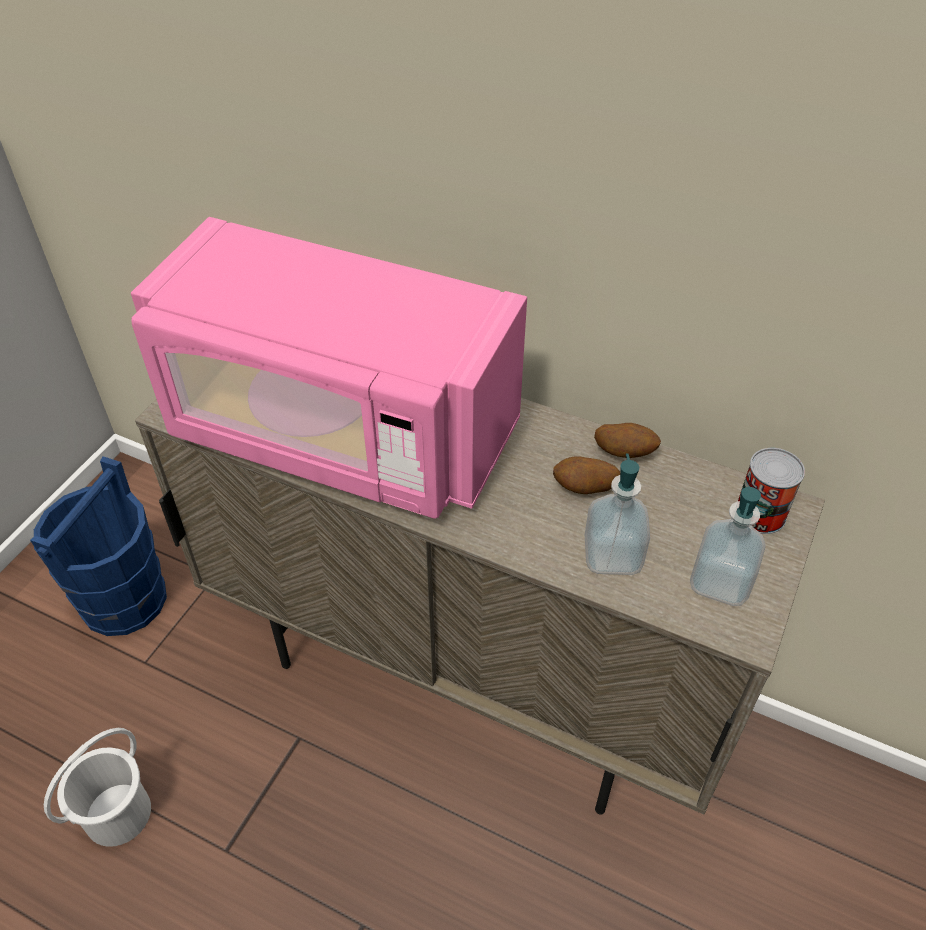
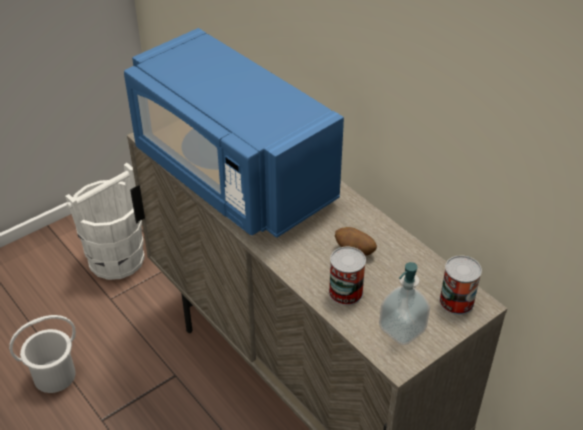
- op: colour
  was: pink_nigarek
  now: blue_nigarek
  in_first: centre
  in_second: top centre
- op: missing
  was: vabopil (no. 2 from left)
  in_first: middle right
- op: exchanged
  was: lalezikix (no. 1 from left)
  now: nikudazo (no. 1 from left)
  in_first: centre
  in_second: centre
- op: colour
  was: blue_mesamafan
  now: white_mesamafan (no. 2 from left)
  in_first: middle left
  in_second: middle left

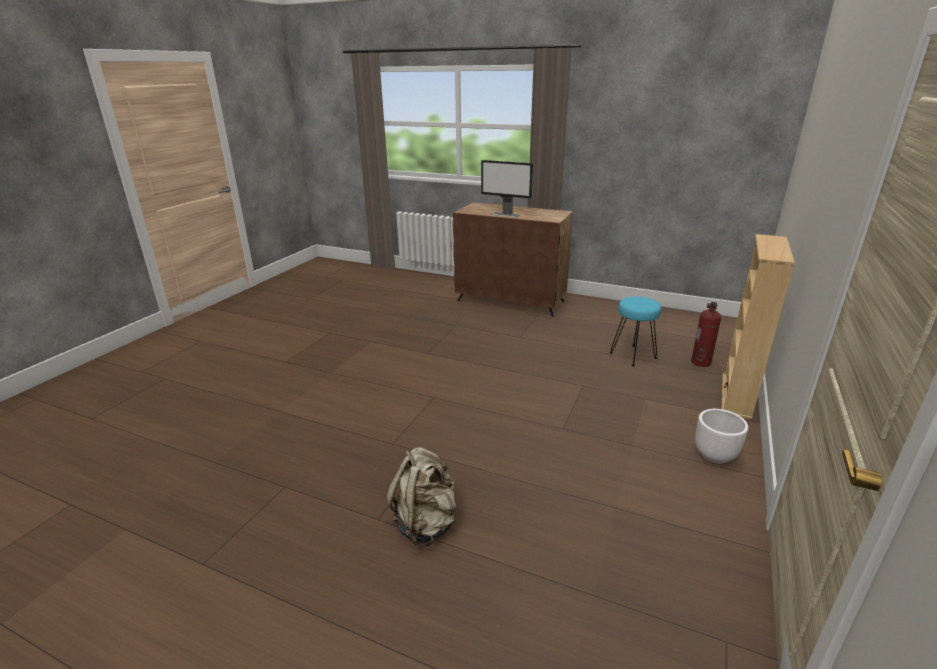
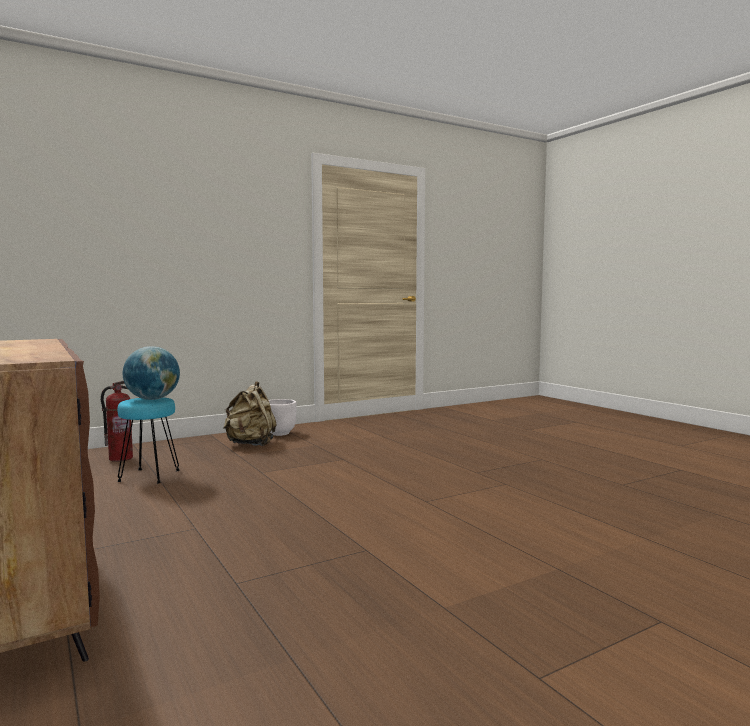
- op: missing
  was: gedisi
  in_first: top centre
- op: missing
  was: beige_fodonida
  in_first: middle right
- op: relocated
  was: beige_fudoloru
  in_first: bottom centre
  in_second: centre
- op: appeared
  now: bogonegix
  in_second: middle left

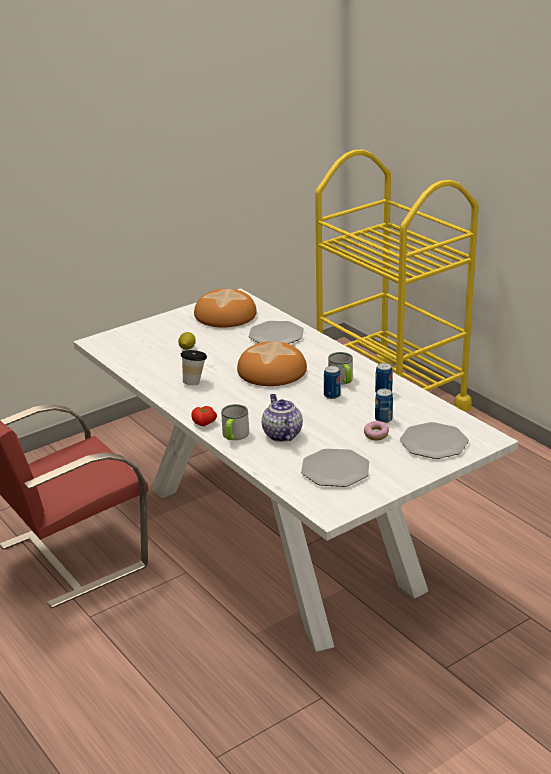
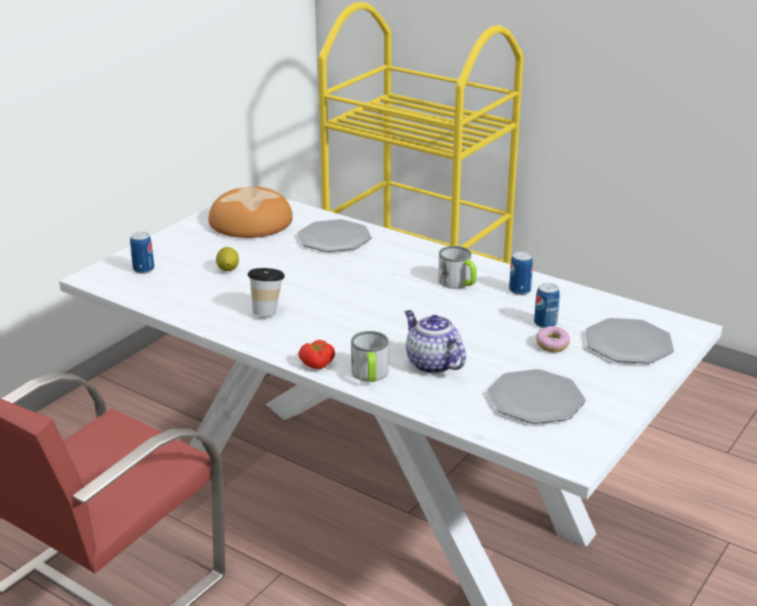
- op: missing
  was: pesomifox (no. 2 from left)
  in_first: centre
- op: relocated
  was: nikudazo (no. 1 from left)
  in_first: centre
  in_second: middle left

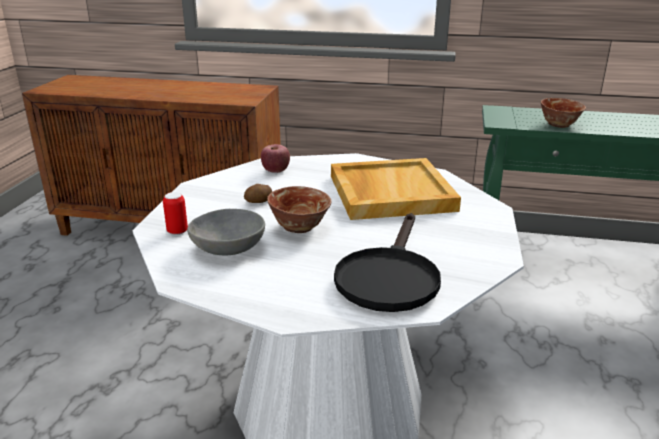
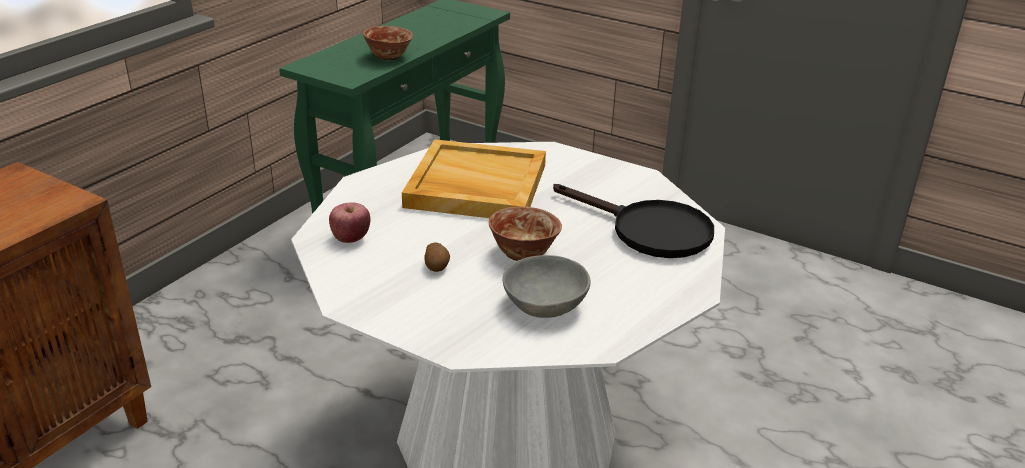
- op: missing
  was: nikudazo
  in_first: middle left

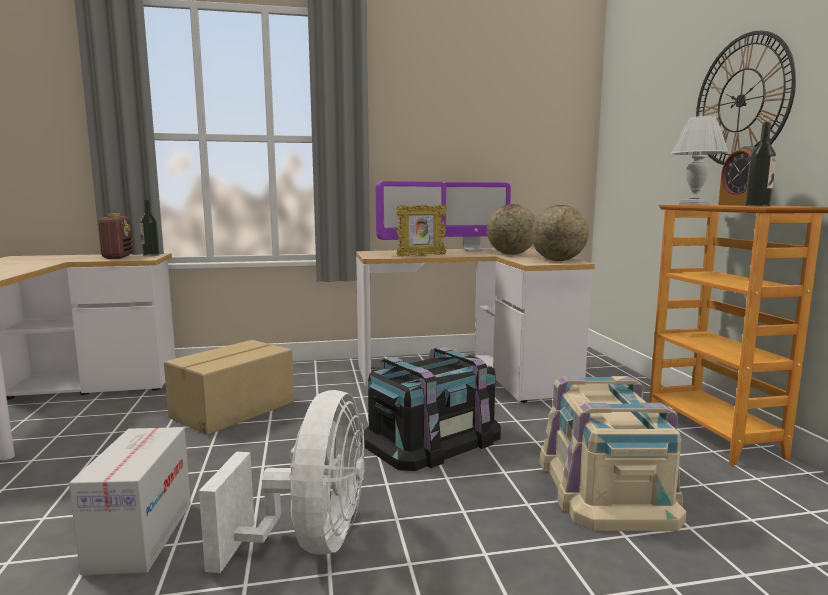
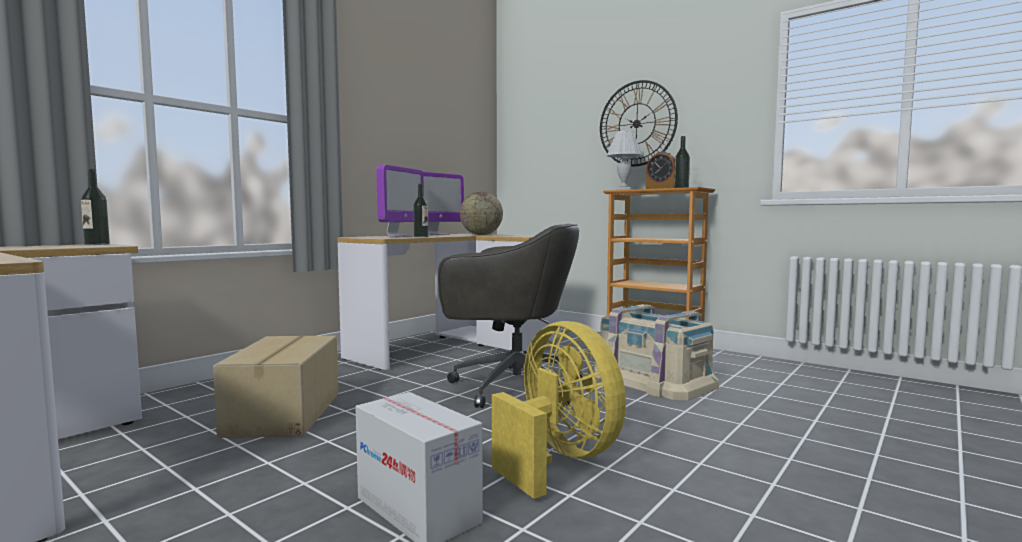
- op: exchanged
  was: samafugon
  now: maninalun (no. 2 from left)
  in_first: centre
  in_second: centre
- op: missing
  was: bogonegix (no. 2 from left)
  in_first: middle right
- op: missing
  was: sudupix
  in_first: middle left
- op: exchanged
  was: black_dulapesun
  now: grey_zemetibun
  in_first: bottom centre
  in_second: centre
- op: colour
  was: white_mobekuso
  now: yellow_mobekuso
  in_first: bottom centre
  in_second: bottom centre

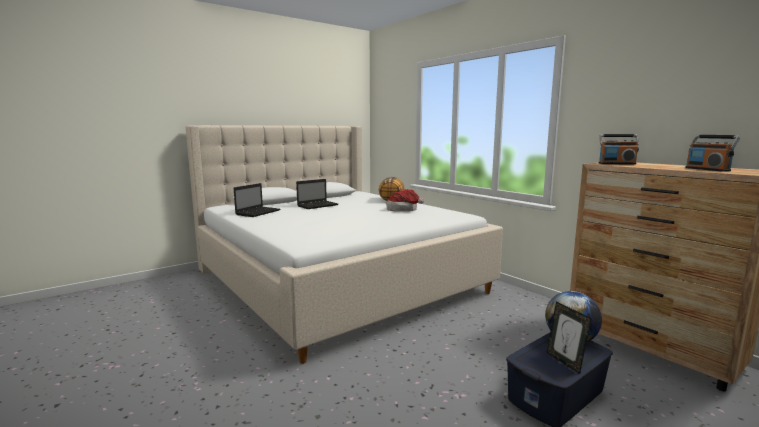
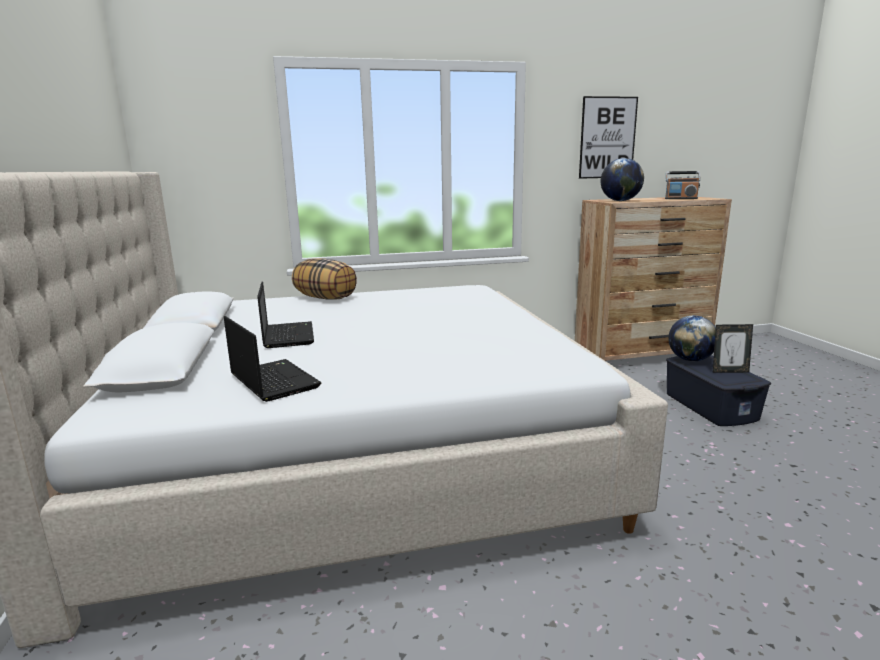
- op: exchanged
  was: sudupix (no. 1 from left)
  now: bogonegix (no. 1 from left)
  in_first: middle right
  in_second: top right
- op: missing
  was: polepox
  in_first: centre
- op: appeared
  now: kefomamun
  in_second: top right

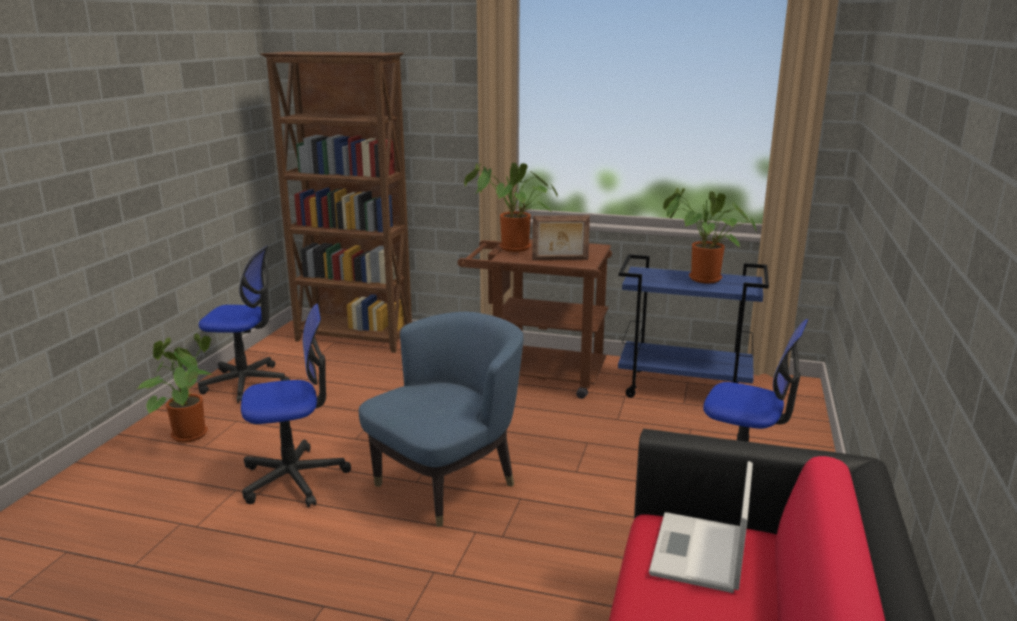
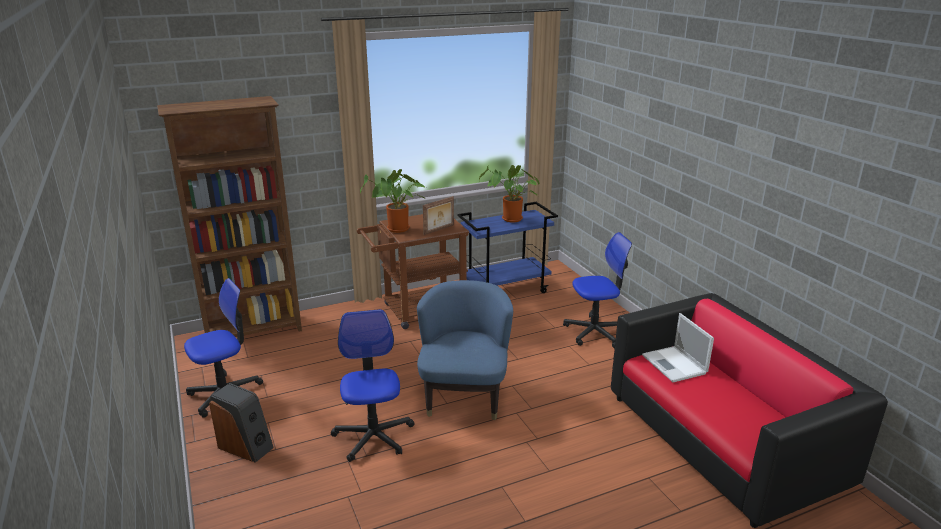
- op: spun
  was: zemetibun (no. 2 from left)
  in_first: middle left
  in_second: bottom centre
  clockwise: -45
- op: exchanged
  was: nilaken (no. 1 from left)
  now: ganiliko
  in_first: middle left
  in_second: bottom left

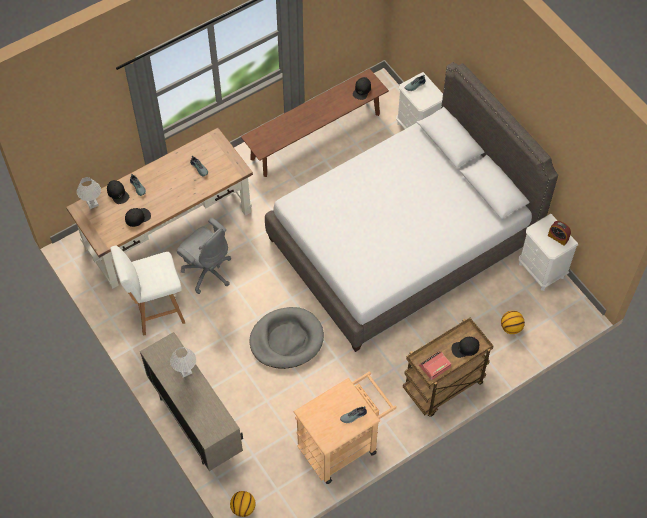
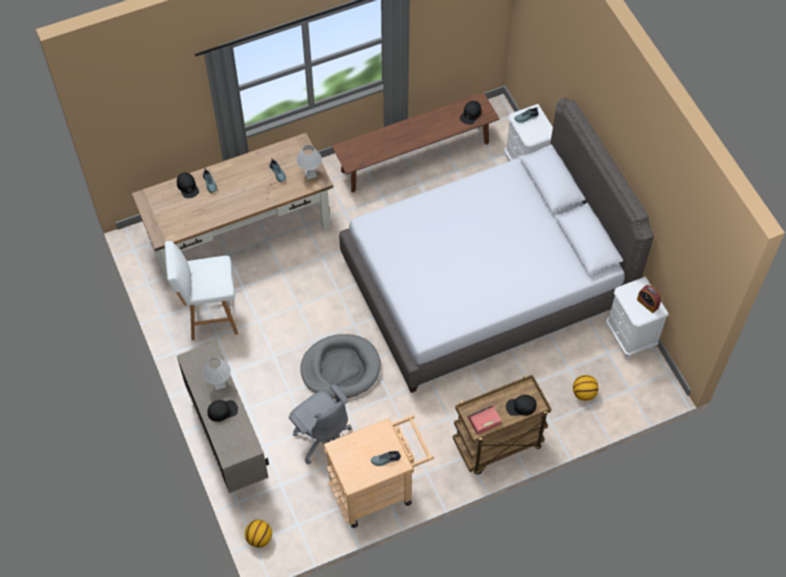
- op: relocated
  was: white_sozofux (no. 1 from left in the first image)
  now: white_sozofux (no. 2 from left)
  in_first: middle left
  in_second: top centre
- op: relocated
  was: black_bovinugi (no. 2 from left)
  in_first: middle left
  in_second: bottom left
- op: relocated
  was: grey_zemetibun
  in_first: middle left
  in_second: bottom centre

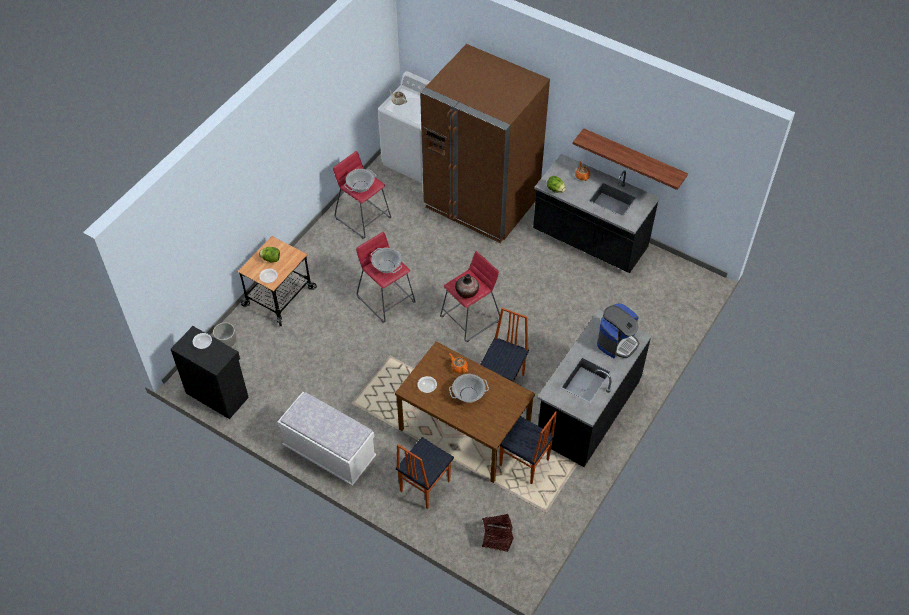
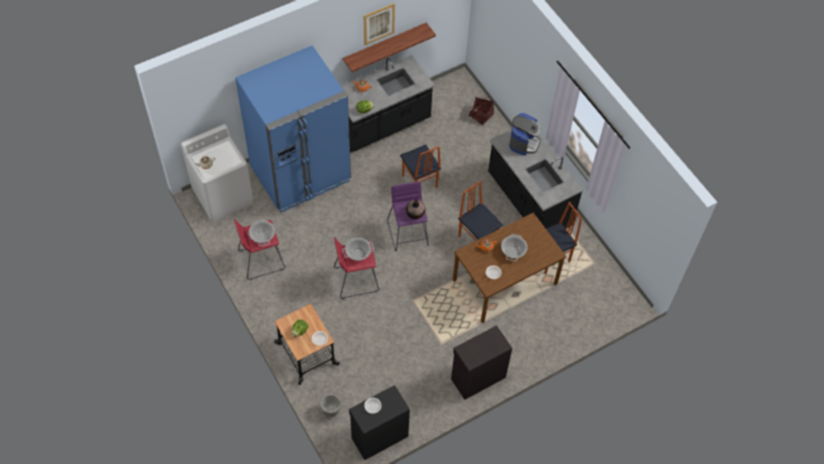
- op: colour
  was: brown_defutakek
  now: blue_defutakek
  in_first: top centre
  in_second: top centre
- op: colour
  was: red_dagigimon (no. 3 from left)
  now: purple_dagigimon
  in_first: centre
  in_second: centre
- op: spun
  was: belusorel
  in_first: middle right
  in_second: top centre
  clockwise: 45
- op: exchanged
  was: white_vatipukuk
  now: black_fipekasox (no. 2 from left)
  in_first: bottom centre
  in_second: bottom centre
- op: relocated
  was: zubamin (no. 1 from left)
  in_first: bottom centre
  in_second: centre
- op: relocated
  was: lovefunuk
  in_first: bottom centre
  in_second: top centre
- op: appeared
  now: kefomamun
  in_second: top centre

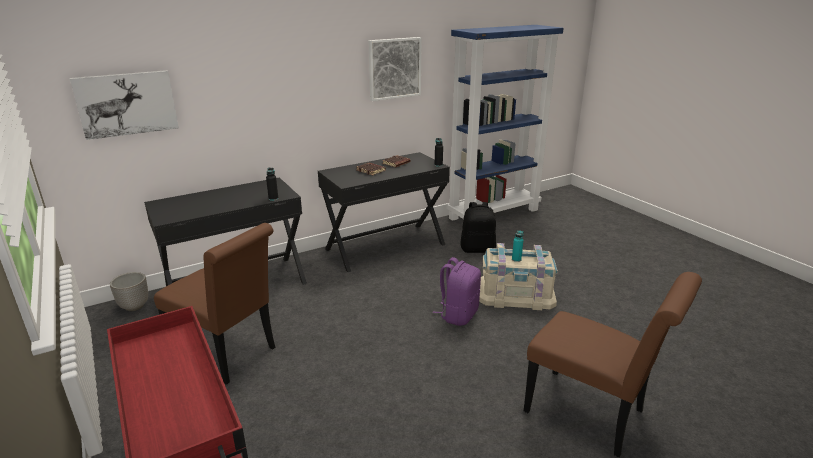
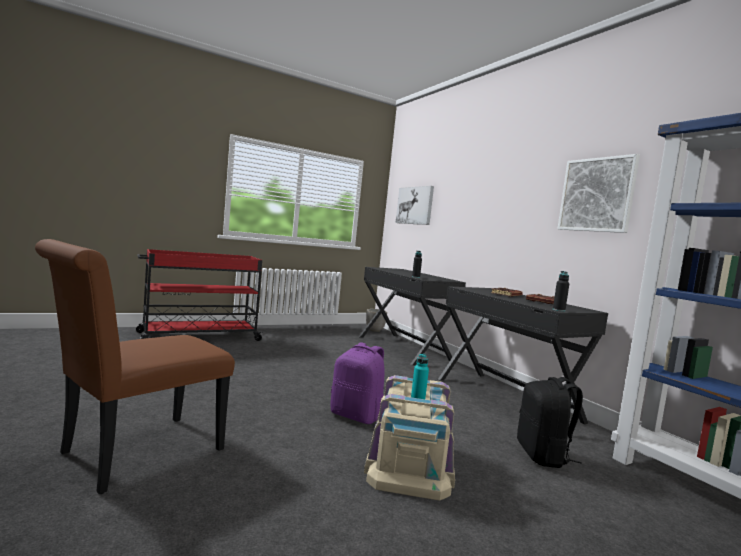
- op: missing
  was: brown_zubamin (no. 1 from left)
  in_first: middle left

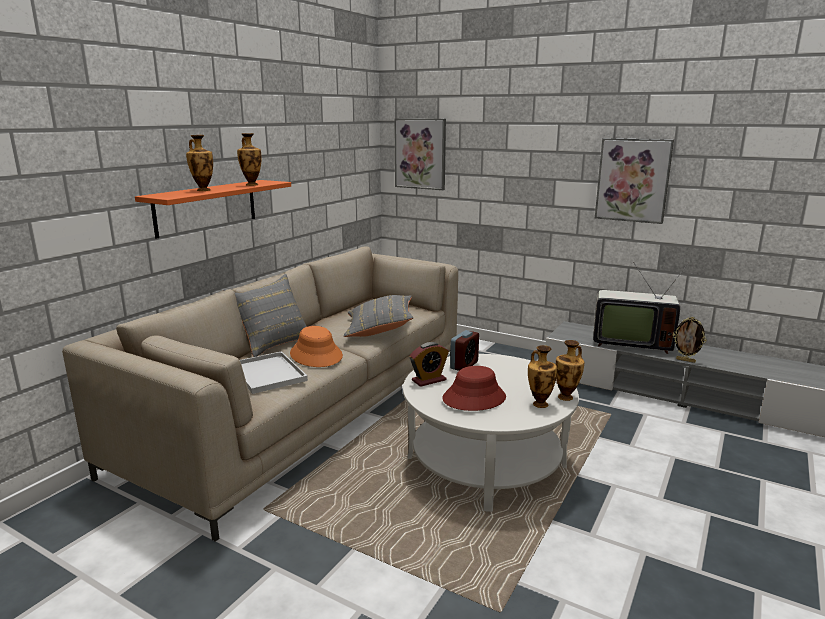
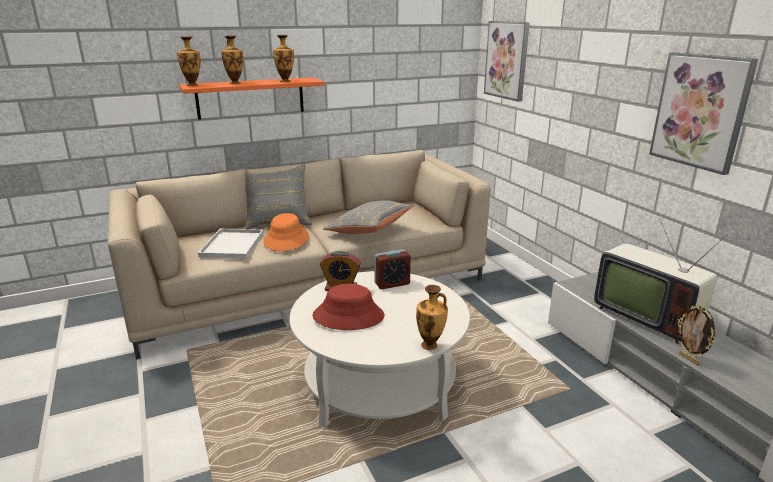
- op: relocated
  was: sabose (no. 3 from left in the first image)
  now: sabose (no. 1 from left)
  in_first: centre
  in_second: top left

